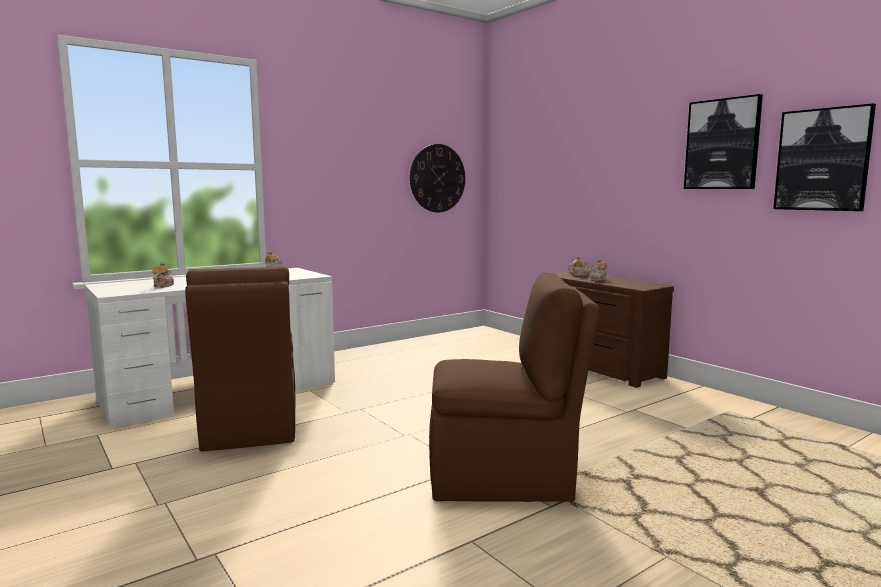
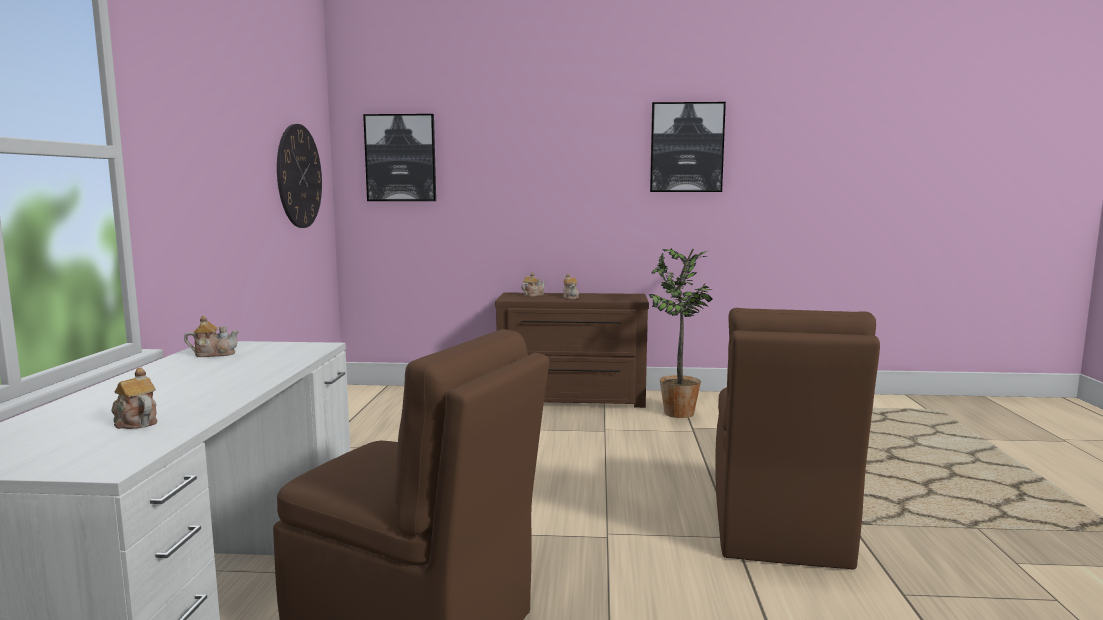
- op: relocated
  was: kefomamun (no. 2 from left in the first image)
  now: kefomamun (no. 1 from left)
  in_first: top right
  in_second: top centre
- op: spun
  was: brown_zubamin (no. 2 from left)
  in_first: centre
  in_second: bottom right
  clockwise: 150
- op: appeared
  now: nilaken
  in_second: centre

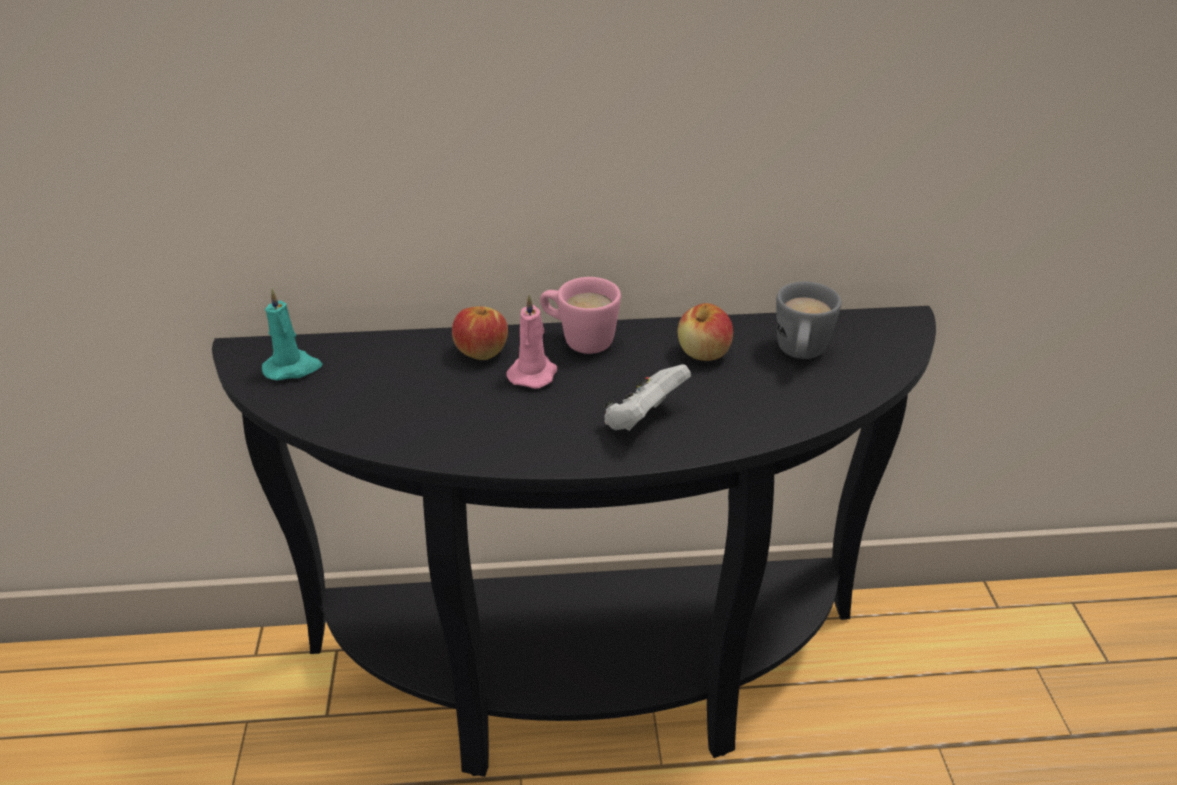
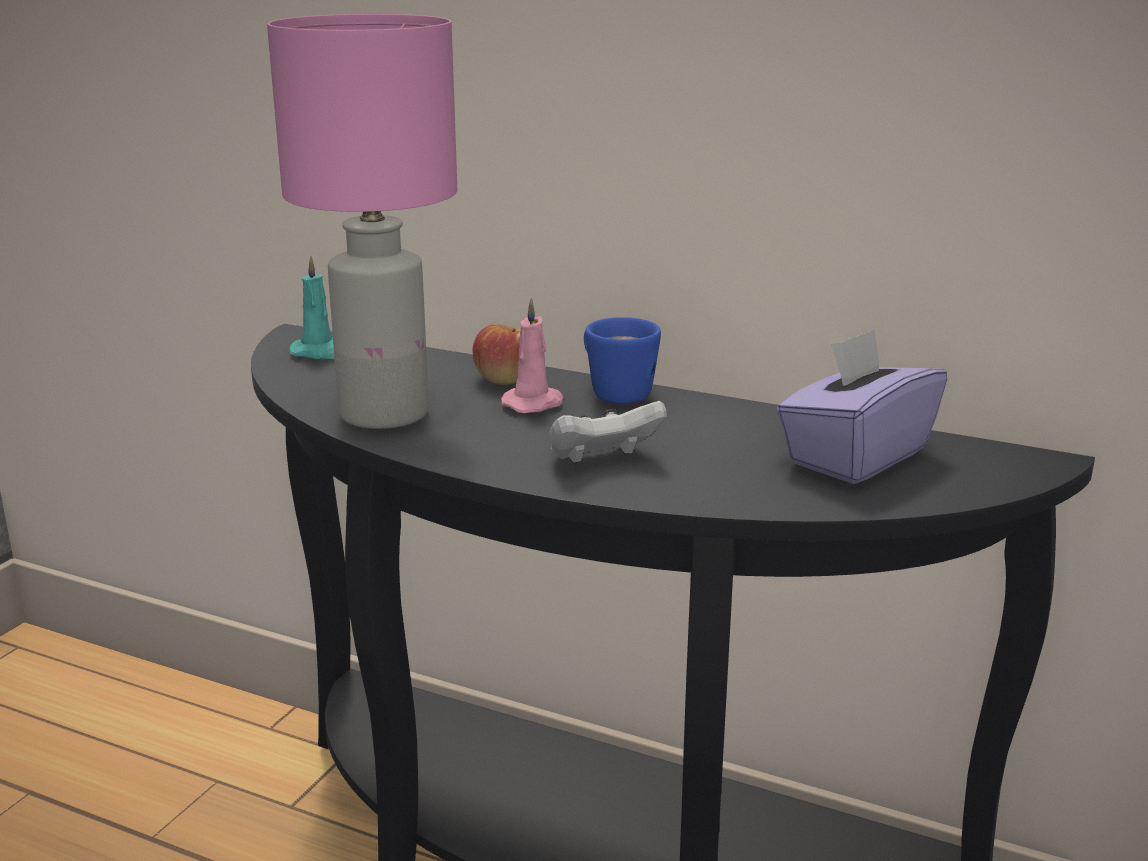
- op: colour
  was: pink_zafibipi
  now: blue_zafibipi
  in_first: centre
  in_second: centre
- op: exchanged
  was: grey_zafibipi
  now: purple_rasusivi
  in_first: middle right
  in_second: middle right
- op: missing
  was: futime (no. 2 from left)
  in_first: centre
- op: appeared
  now: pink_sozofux
  in_second: top left

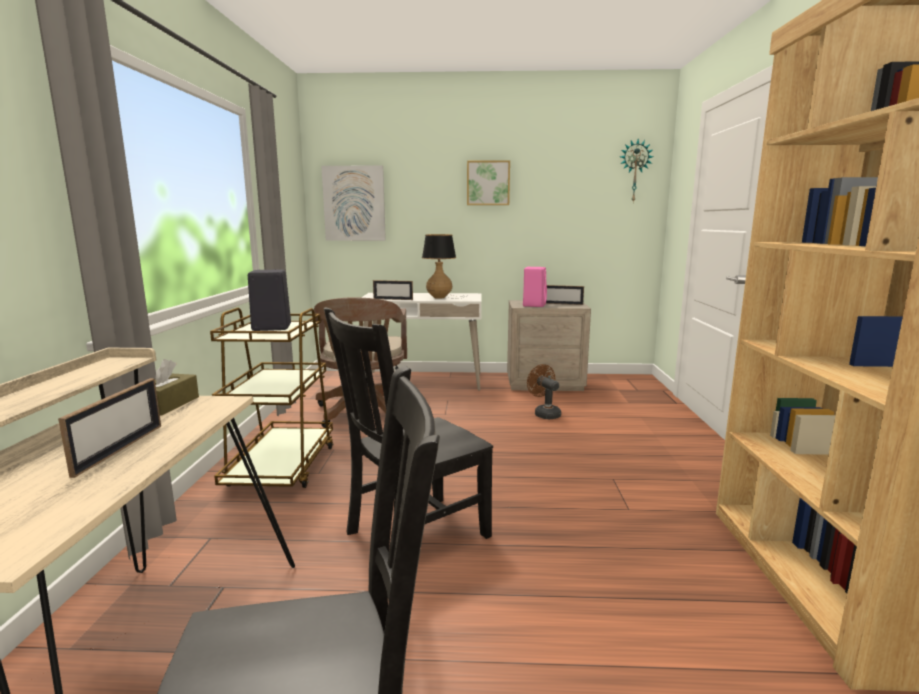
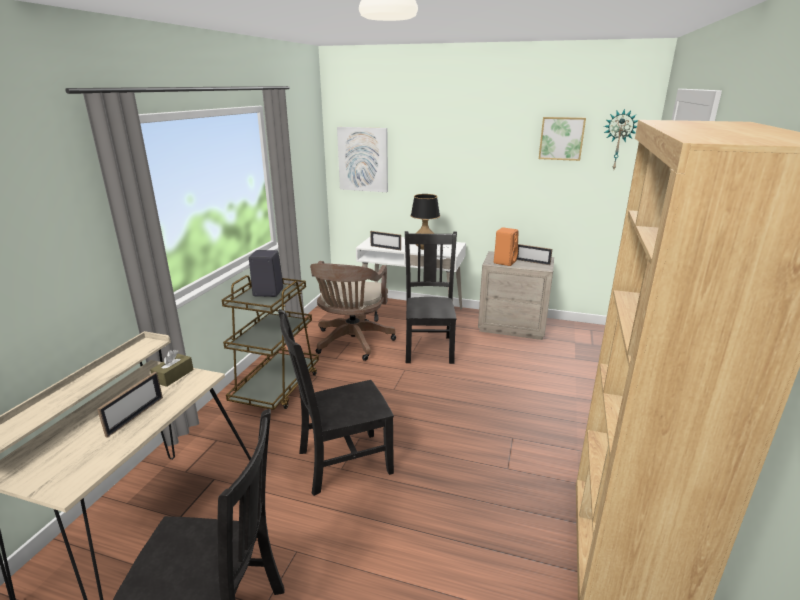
- op: relocated
  was: kefomamun (no. 2 from left)
  in_first: top centre
  in_second: top right
- op: colour
  was: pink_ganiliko
  now: orange_ganiliko
  in_first: centre
  in_second: centre
- op: missing
  was: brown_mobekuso
  in_first: centre
- op: appeared
  now: black_zubamin (no. 3 from left)
  in_second: centre

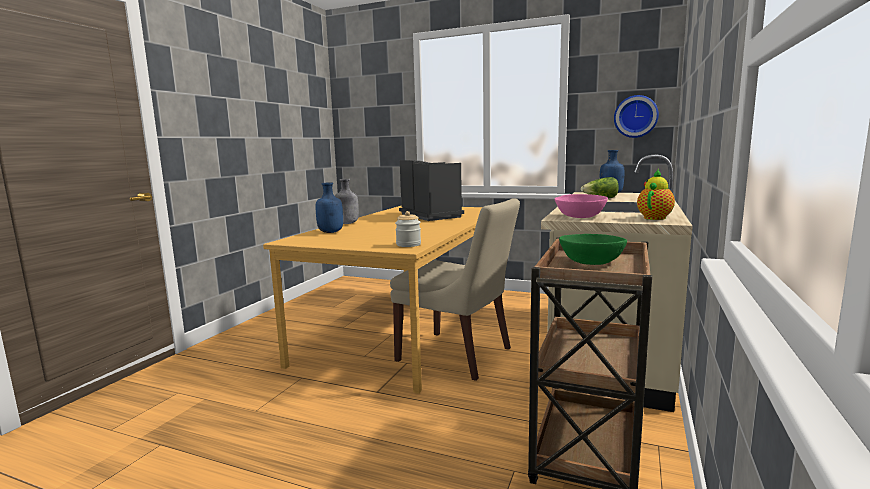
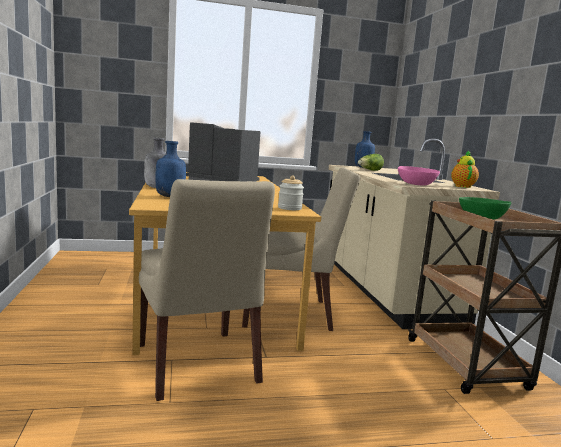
- op: missing
  was: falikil
  in_first: top right
- op: appeared
  now: beige_zubamin (no. 1 from left)
  in_second: centre

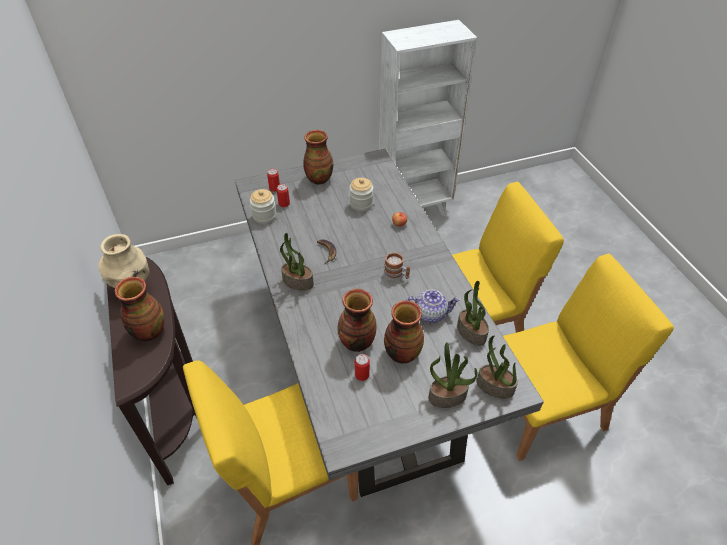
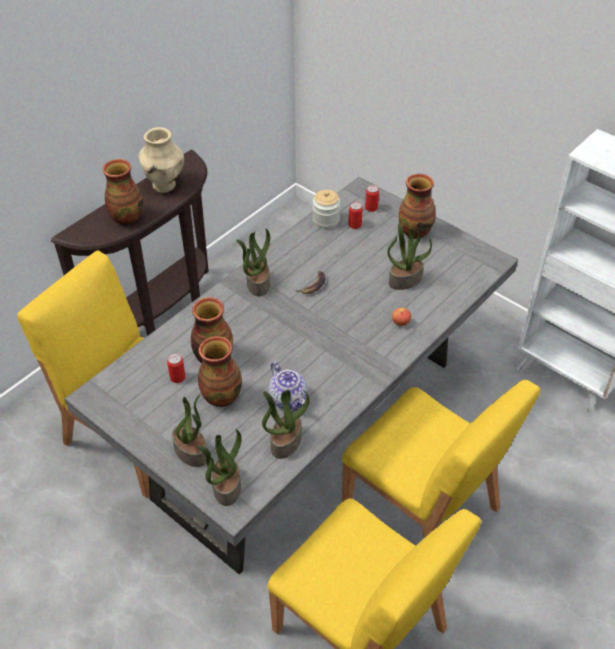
- op: exchanged
  was: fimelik (no. 2 from left)
  now: nilaken (no. 5 from left)
  in_first: centre
  in_second: centre
- op: missing
  was: zafibipi
  in_first: centre

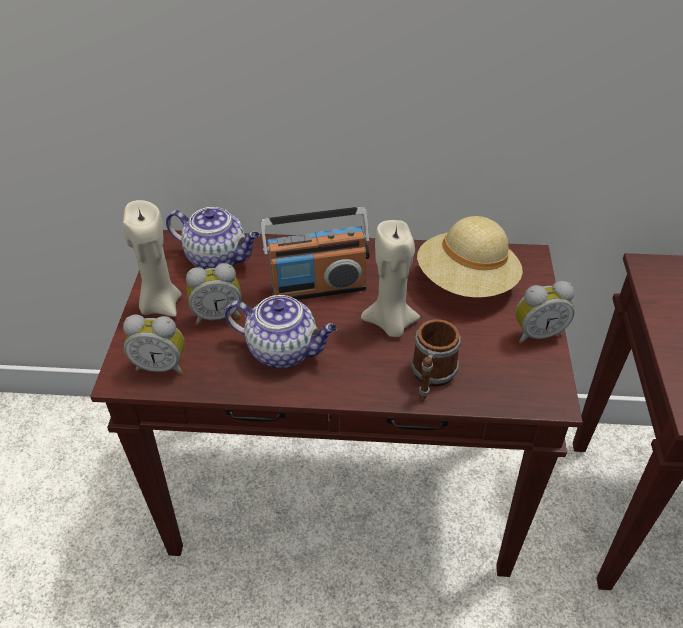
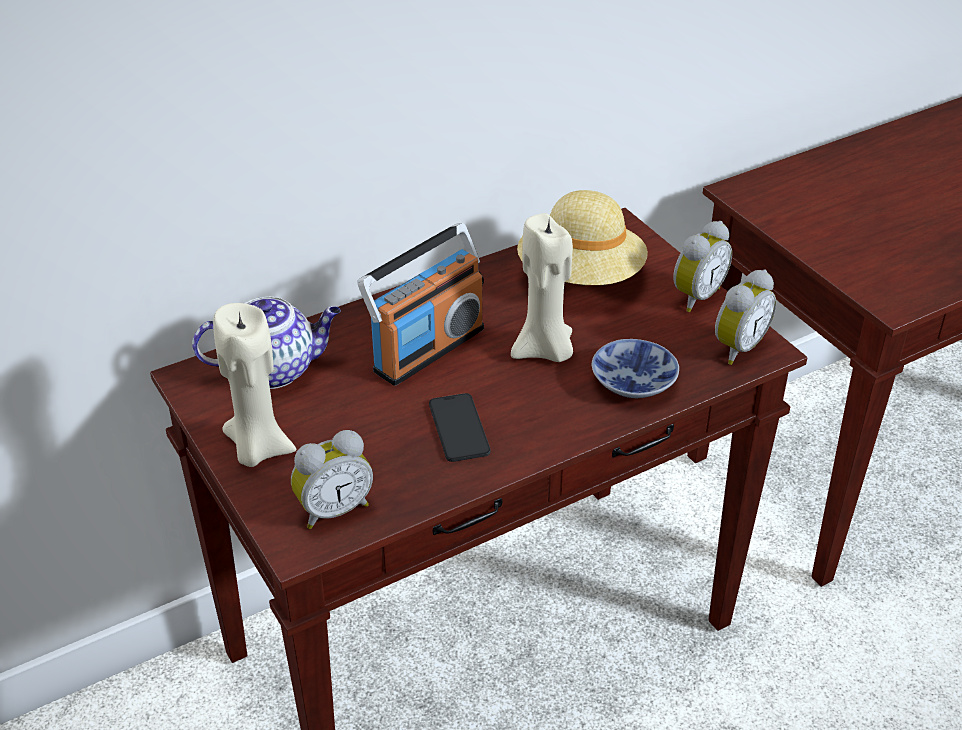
- op: relocated
  was: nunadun (no. 2 from left in the first image)
  now: nunadun (no. 3 from left)
  in_first: middle left
  in_second: middle right
- op: exchanged
  was: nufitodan (no. 2 from left)
  now: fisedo
  in_first: centre
  in_second: centre
- op: exchanged
  was: zafibipi
  now: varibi
  in_first: centre
  in_second: centre

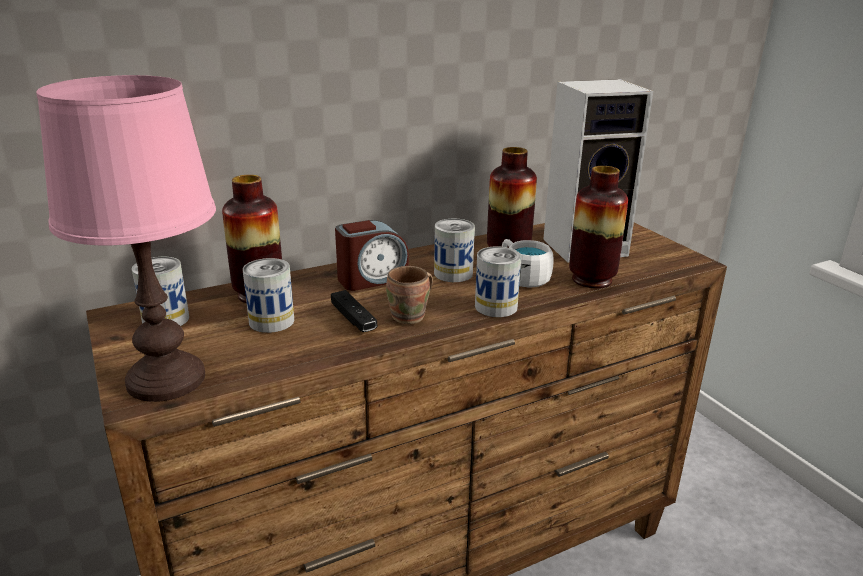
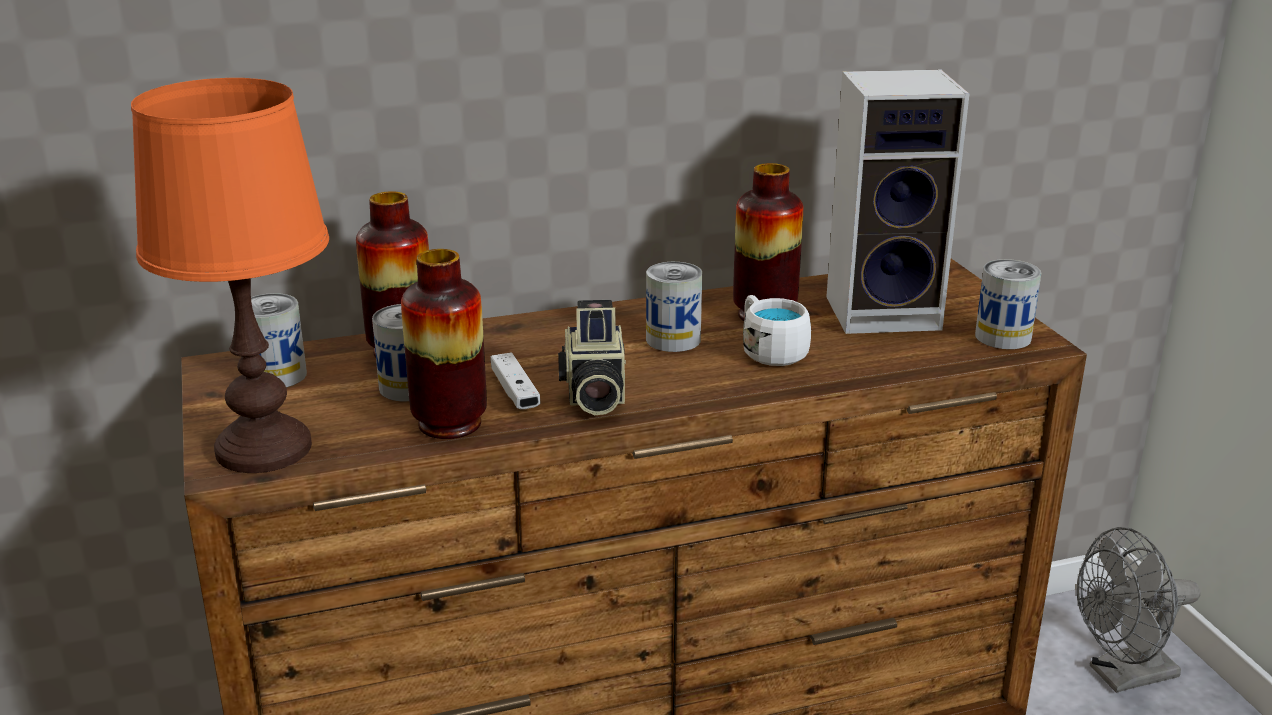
- op: colour
  was: pink_sozofux
  now: orange_sozofux
  in_first: middle left
  in_second: middle left
- op: relocated
  was: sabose (no. 3 from left in the first image)
  now: sabose (no. 2 from left)
  in_first: middle right
  in_second: centre
- op: missing
  was: nunadun
  in_first: centre
- op: relocated
  was: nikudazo (no. 4 from left)
  in_first: centre
  in_second: middle right
- op: exchanged
  was: brown_zafibipi
  now: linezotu
  in_first: centre
  in_second: centre
- op: colour
  was: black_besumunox
  now: white_besumunox
  in_first: centre
  in_second: centre
- op: appeared
  now: grey_mobekuso
  in_second: bottom right

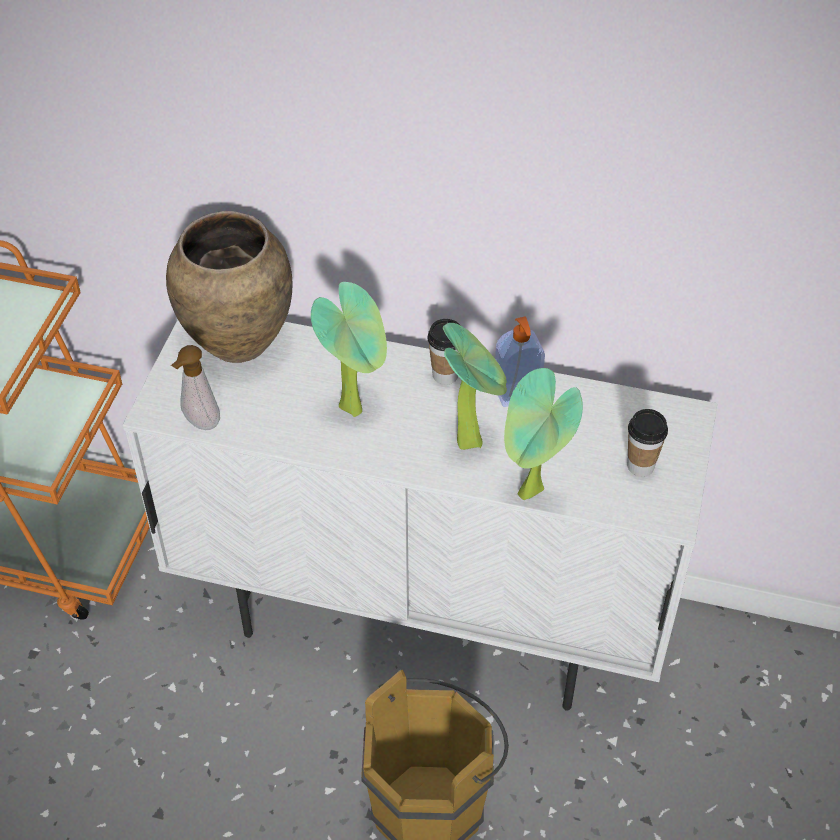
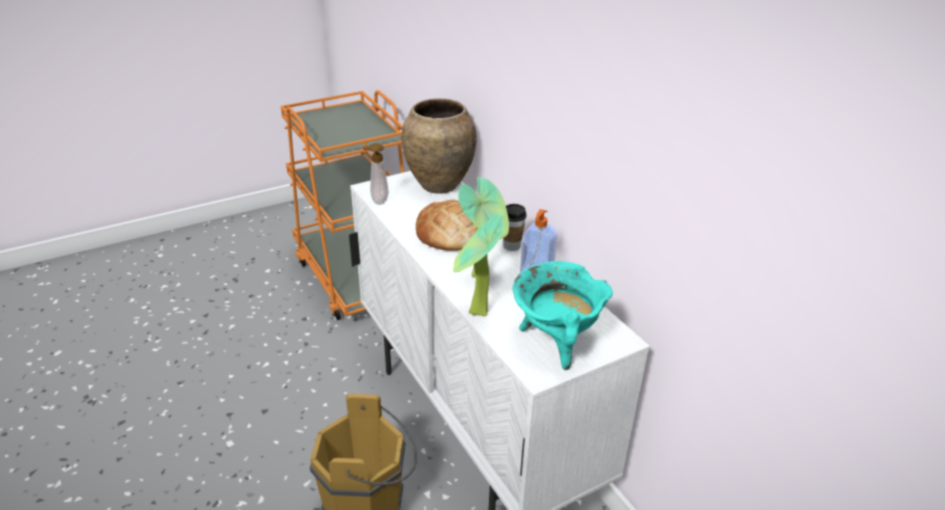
- op: exchanged
  was: nilaken (no. 1 from left)
  now: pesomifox
  in_first: centre
  in_second: centre
- op: exchanged
  was: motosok (no. 2 from left)
  now: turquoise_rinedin
  in_first: middle right
  in_second: centre

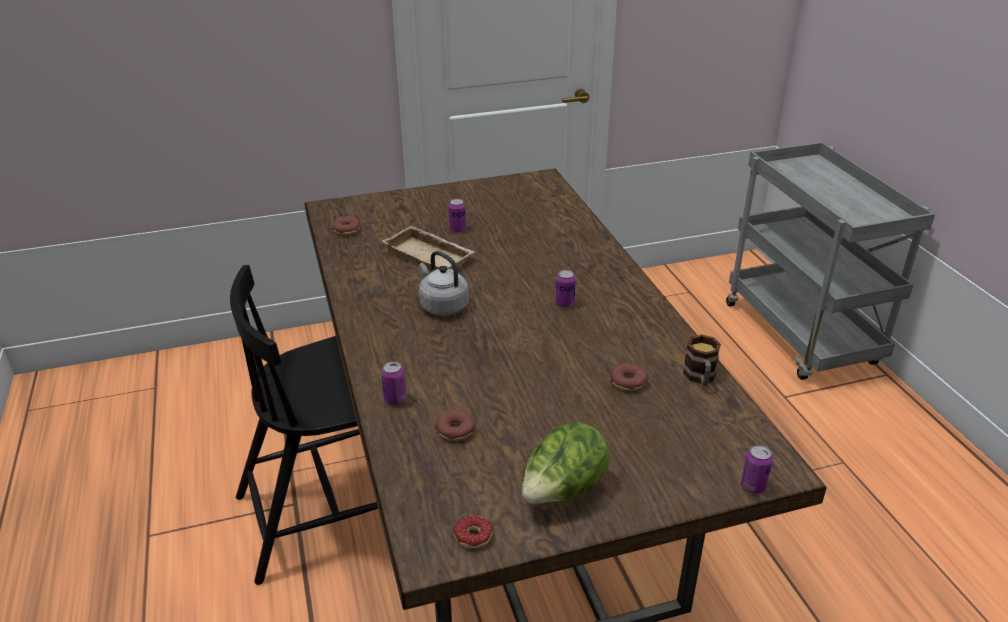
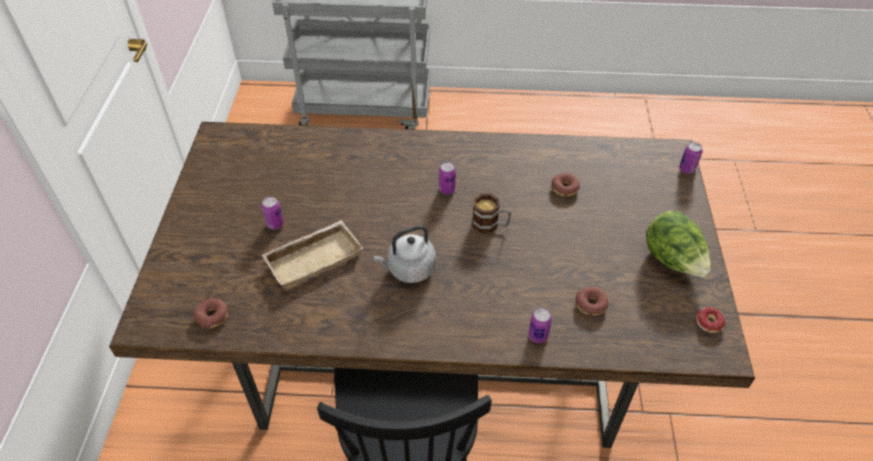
- op: relocated
  was: zafibipi
  in_first: middle right
  in_second: centre

